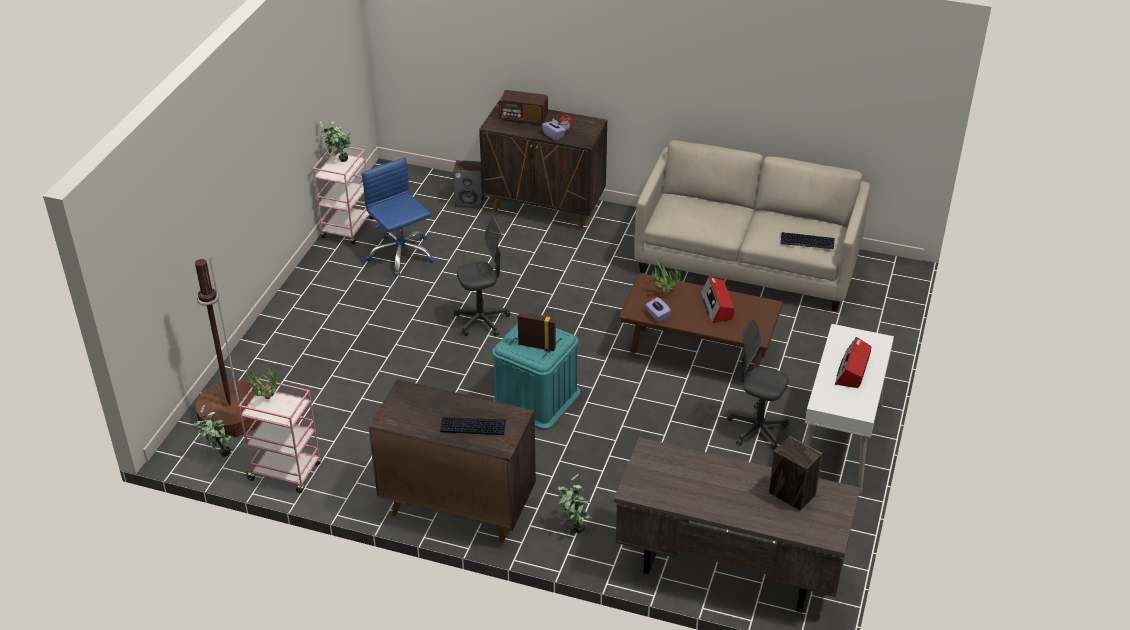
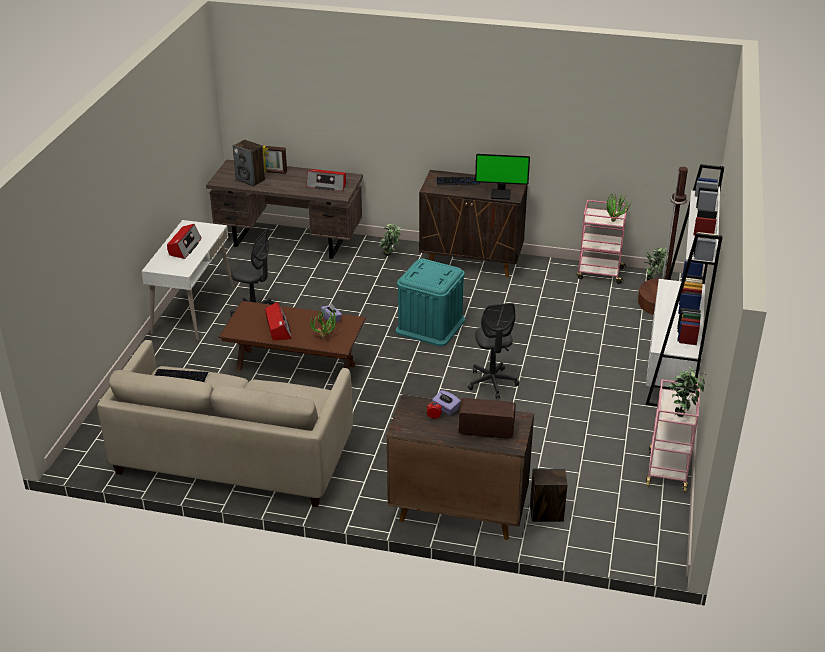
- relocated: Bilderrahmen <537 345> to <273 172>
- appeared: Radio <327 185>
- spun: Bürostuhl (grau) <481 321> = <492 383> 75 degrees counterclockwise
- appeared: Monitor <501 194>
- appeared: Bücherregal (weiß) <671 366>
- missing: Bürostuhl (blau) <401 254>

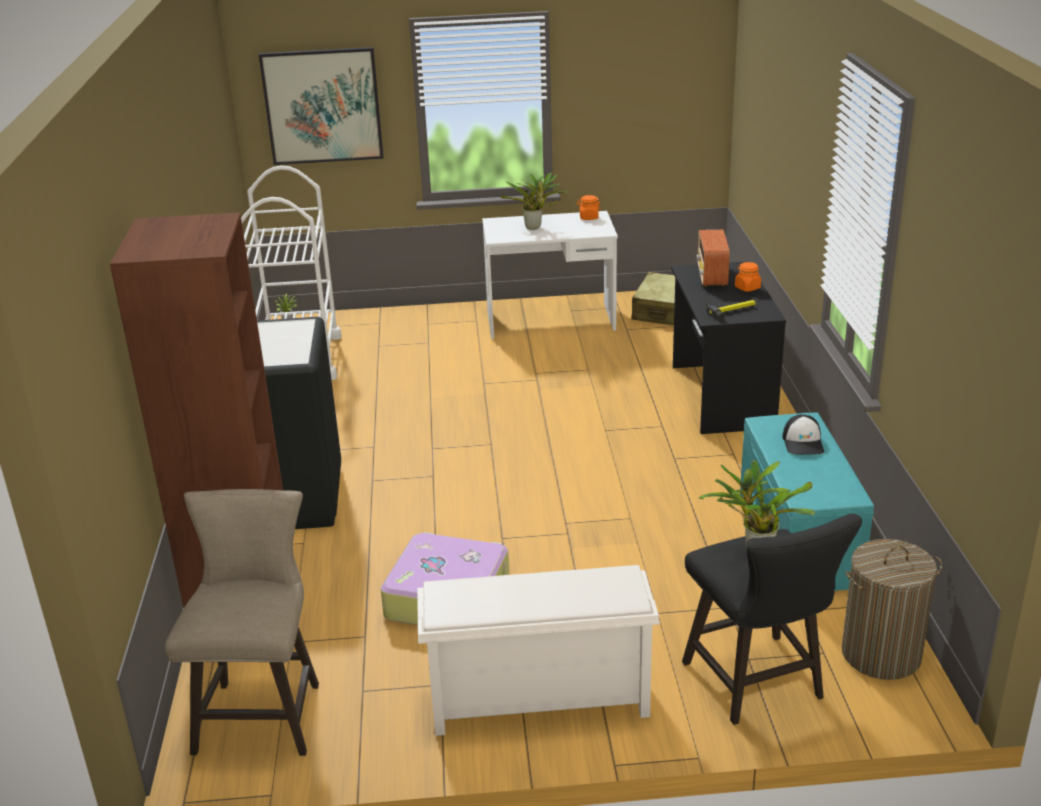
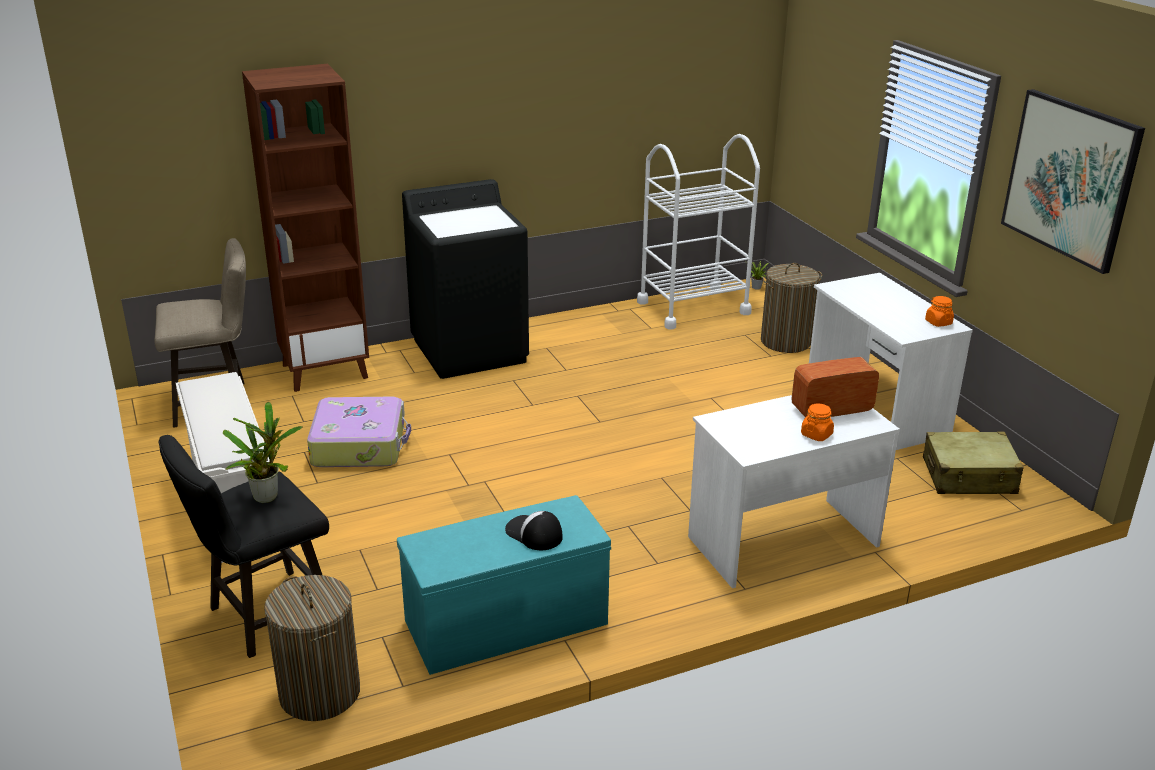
- spun: Kappe <803 443> = <533 534> 60 degrees clockwise
- colour: Schreibtisch (schwarz) <720 396> to Schreibtisch (weiß) <781 540>
- appeared: Wäschekorb <786 341>
- relocated: Bild <322 106> to <1070 179>
- missing: Topfpflanze <535 227>
- missing: Hammer <730 310>

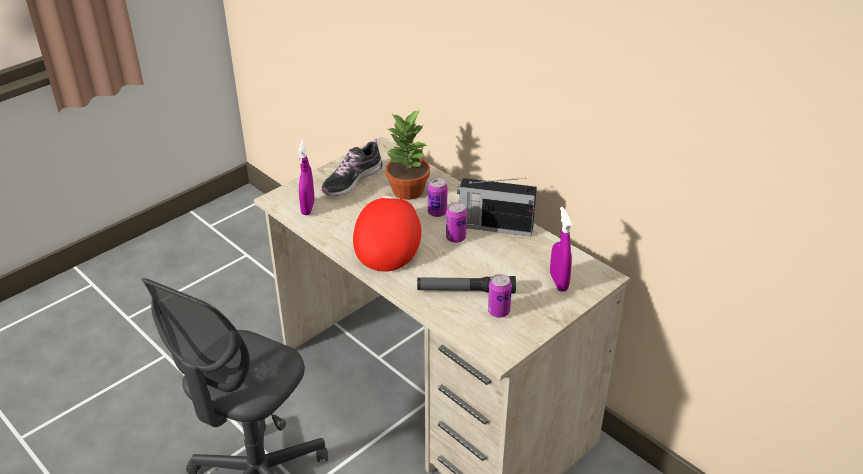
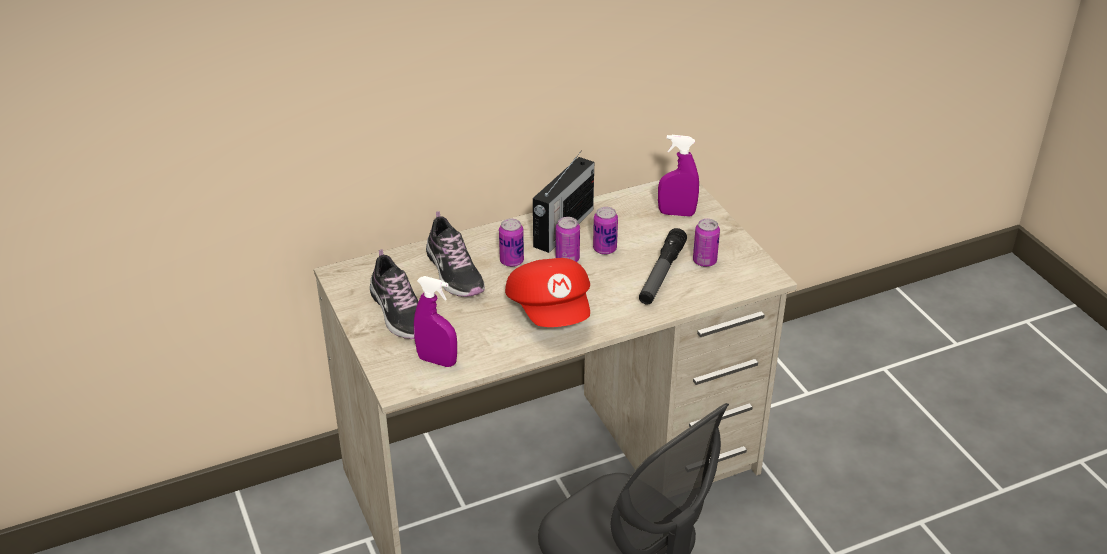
- exchanged: Topfpflanze <409 191> to Schuh <454 272>
- spun: Kappe (rot) <387 244> = <551 311> 135 degrees counterclockwise
- appeared: Dose <604 249>

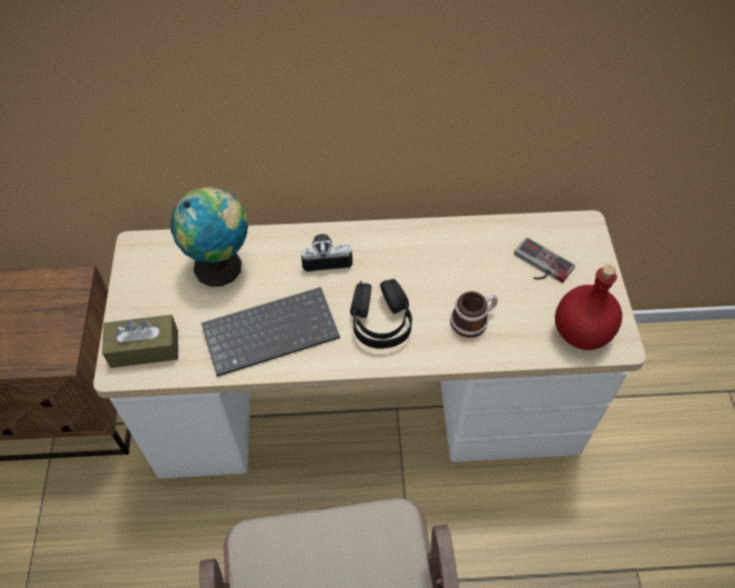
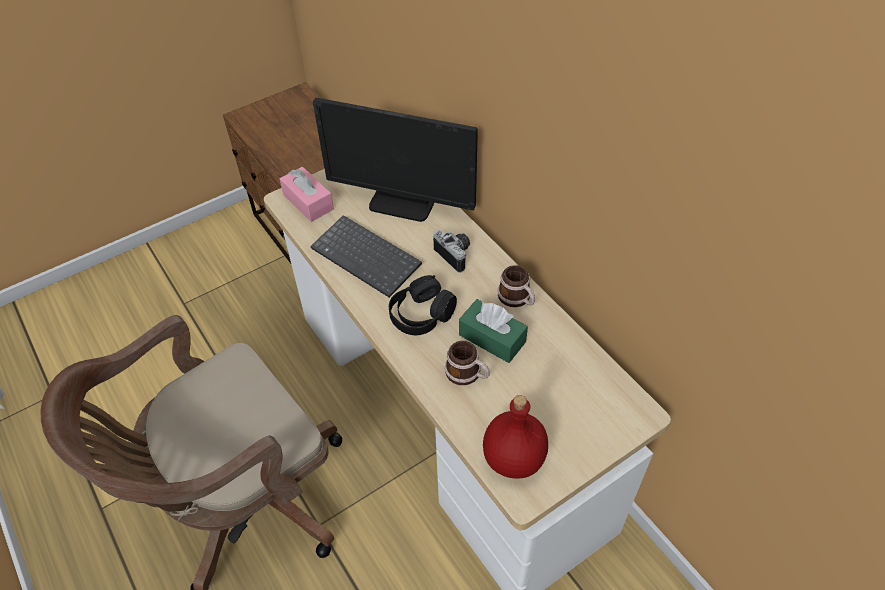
- colour: Taschentuchbox (braun) <144 348> to Taschentuchbox (rosa) <308 202>
- exchanged: Globus <221 266> to Monitor <402 203>
- appeared: Taschentuchbox (grün) <492 338>
- appeared: Henkelbecher <517 298>
- missing: Gamepad <540 265>

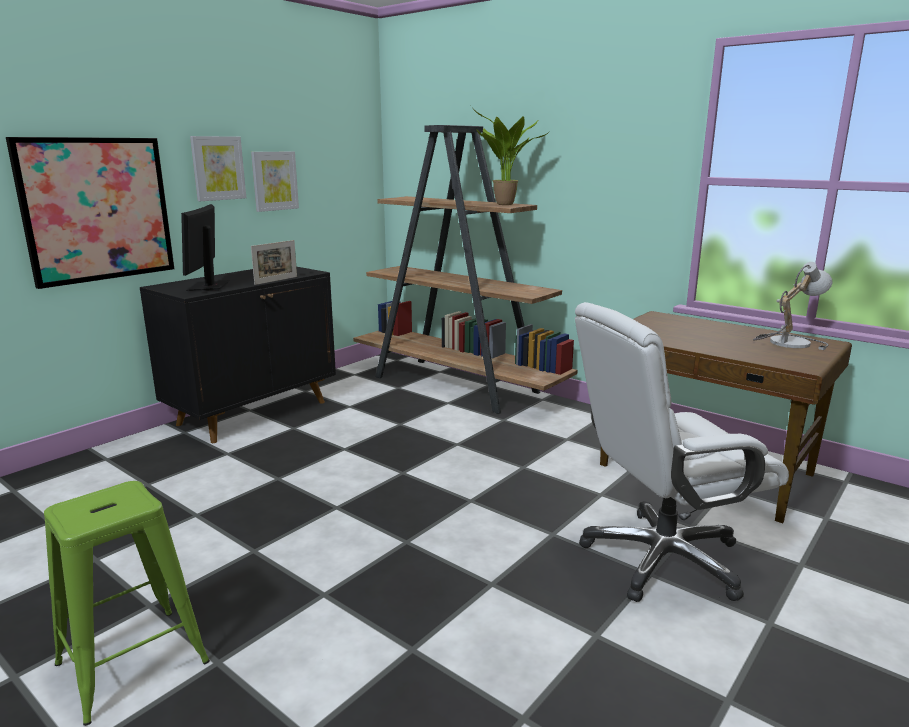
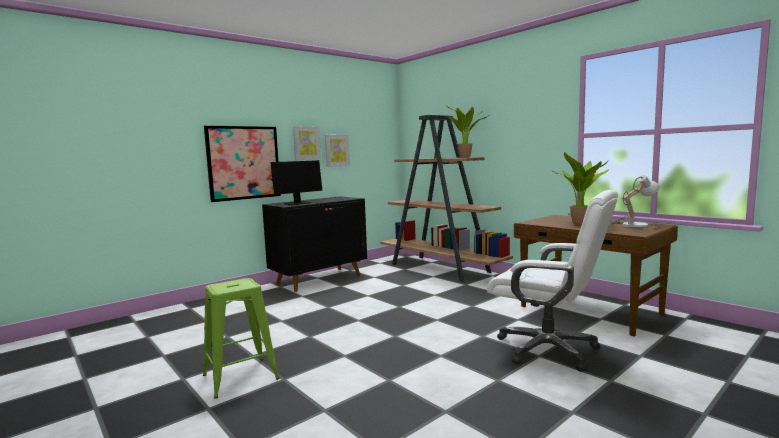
- spun: Monitor <208 286> = <297 203> 135 degrees counterclockwise
- spun: Bürostuhl (weiß) <661 559> = <548 349> 135 degrees counterclockwise
- appeared: Topfpflanze <581 224>
- missing: Bilderrahmen <276 280>

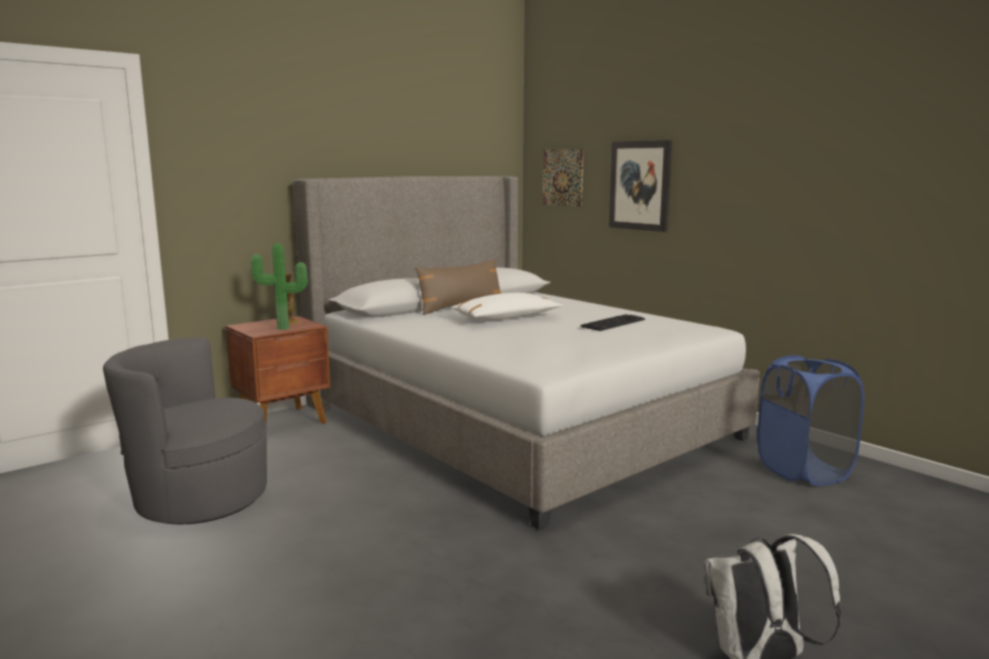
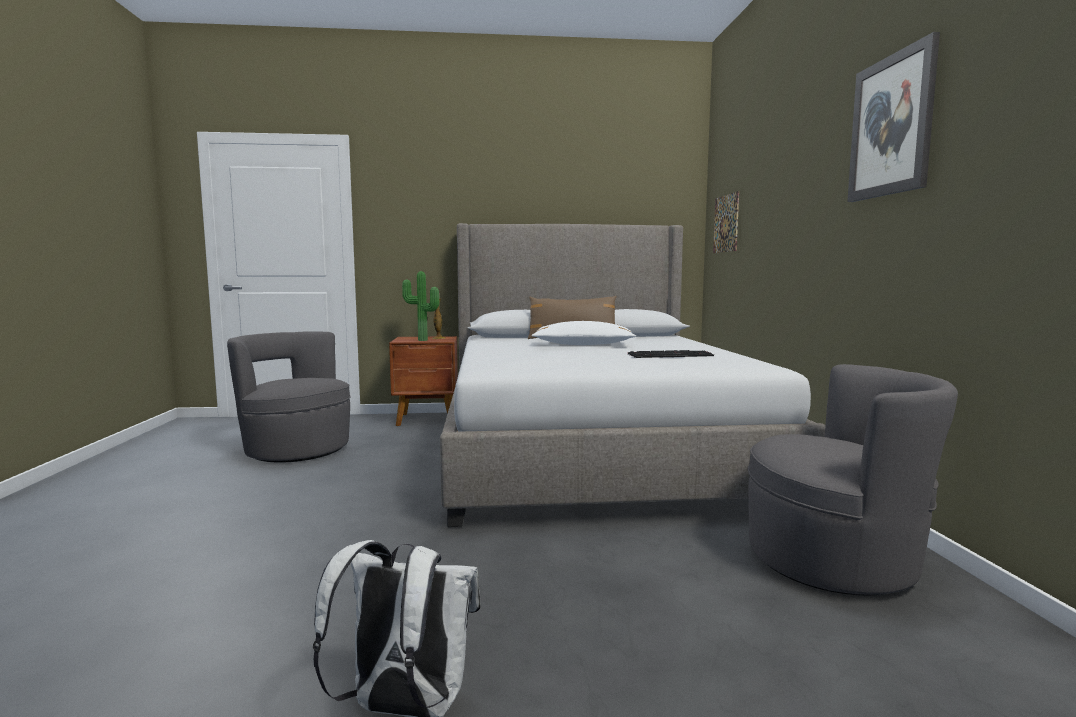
- exchanged: Wäschekorb (blau) <803 471> to Sessel (grau) <834 560>
- relocated: Bild <640 185> to <891 126>

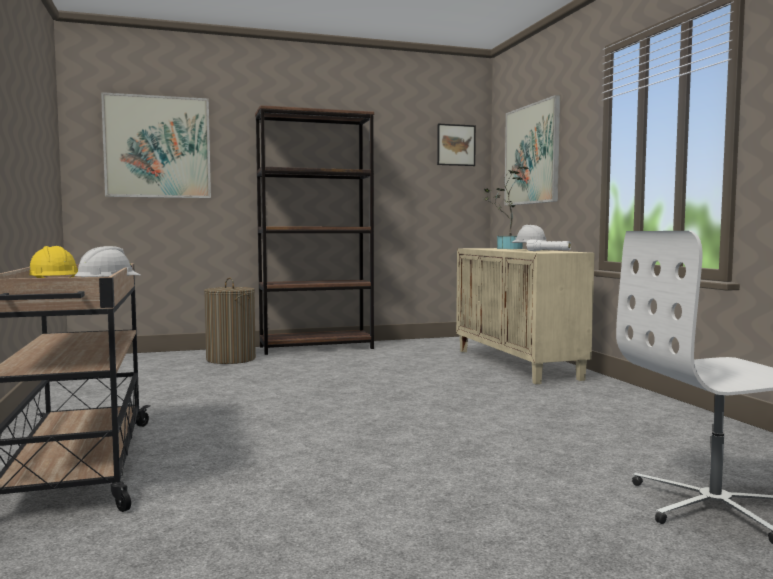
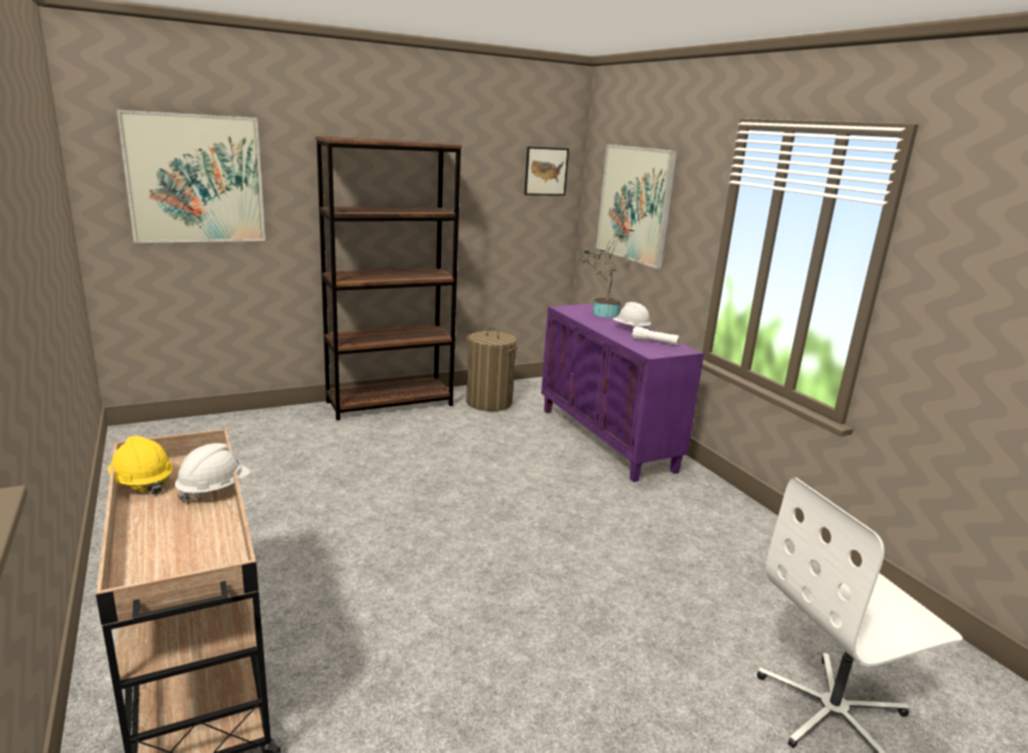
- relocated: Wäschekorb <231 359> to <489 402>
- colour: Schrank (beige) <517 364> to Schrank (lila) <607 439>

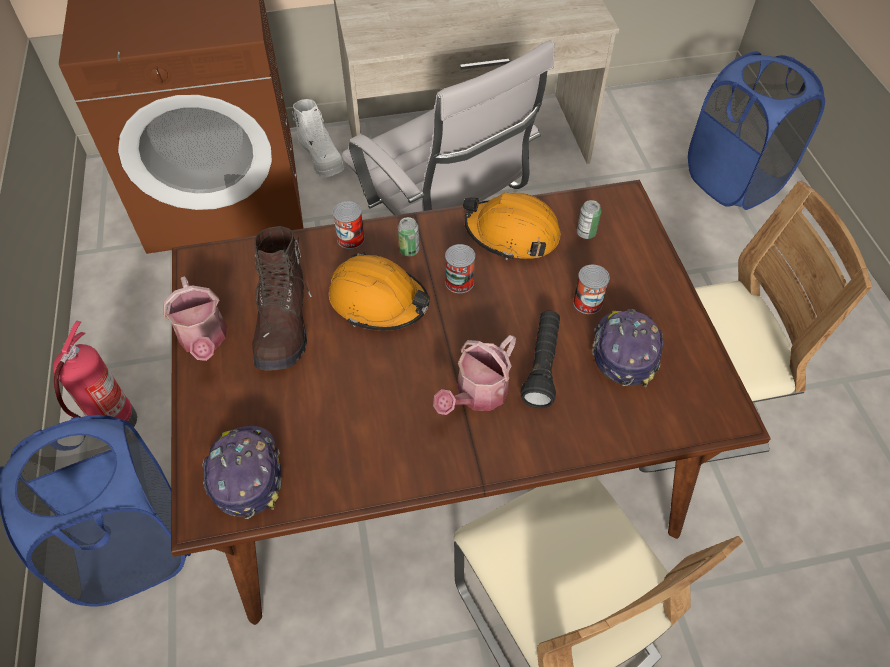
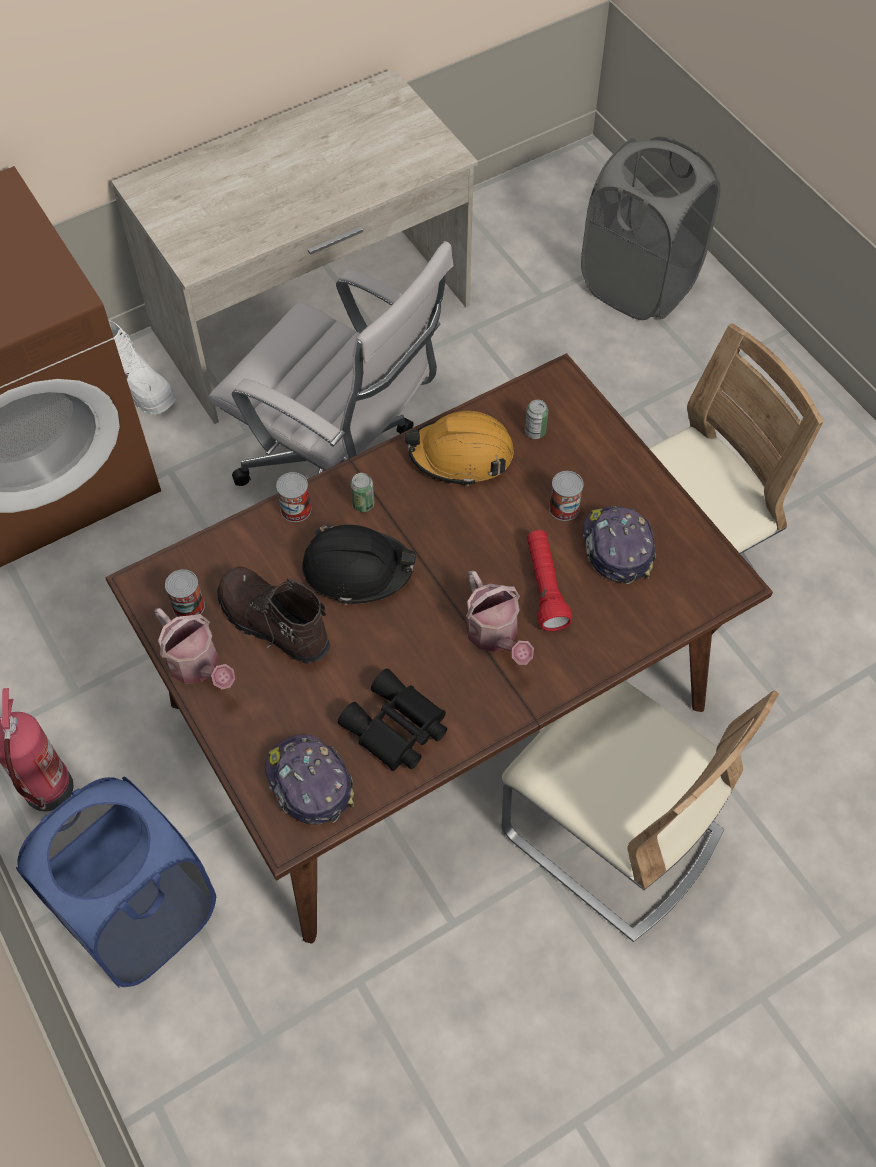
- relocated: Dose <459 282> to <188 606>
- spun: Stiefel (braun) <284 324> = <272 624> 150 degrees clockwise
- colour: Schutzhelm (orange) <379 301> to Schutzhelm (schwarz) <357 570>
- appeared: Fernglas (schwarz) <395 729>
- spun: Gießkanne <477 395> = <495 636> 45 degrees counterclockwise
- colour: Taschenlampe (schwarz) <542 365> to Taschenlampe (rot) <545 587>
- colour: Wäschekorb (blau) <733 181> to Wäschekorb (grau) <639 284>

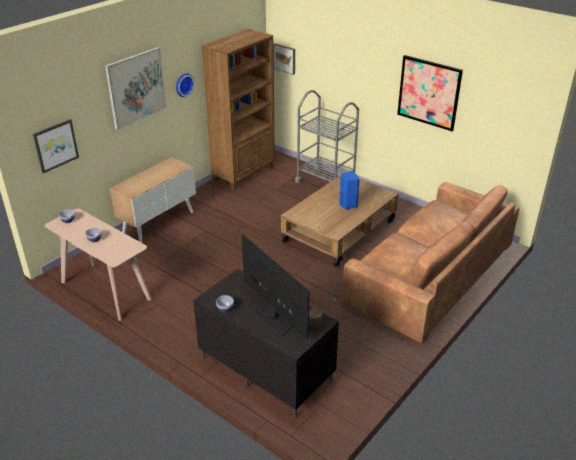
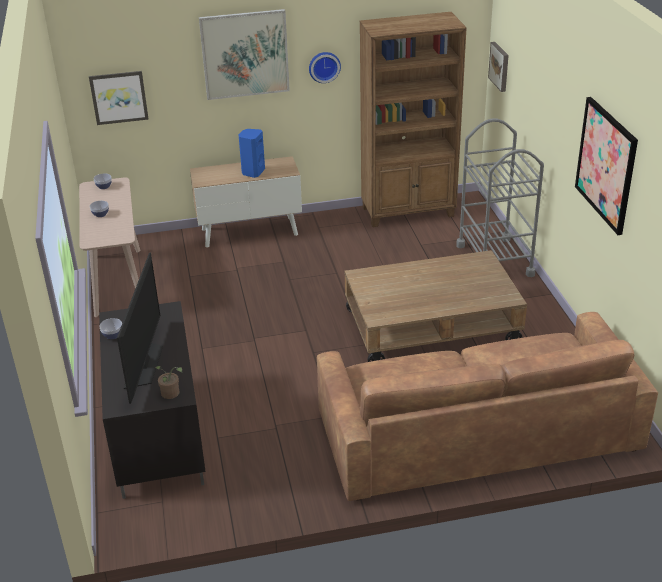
- relocated: Lautsprecher (blau) <347 204> to <252 172>

